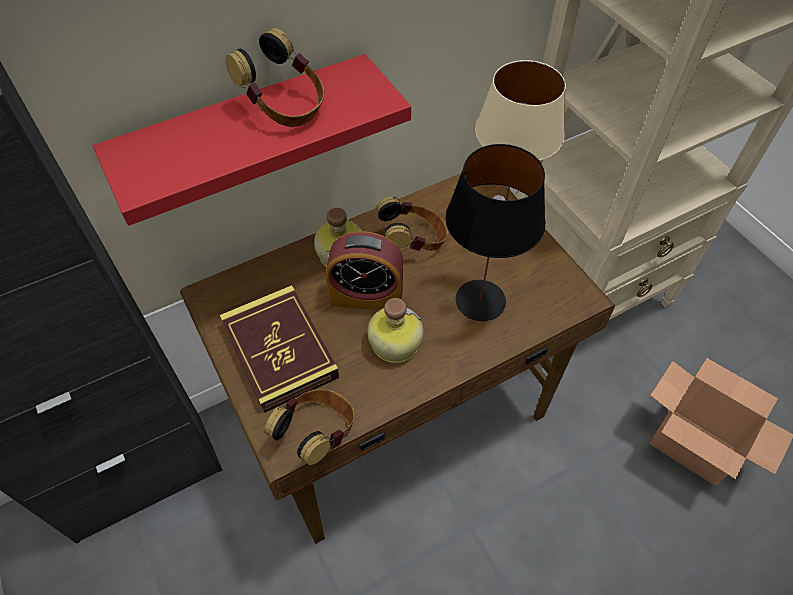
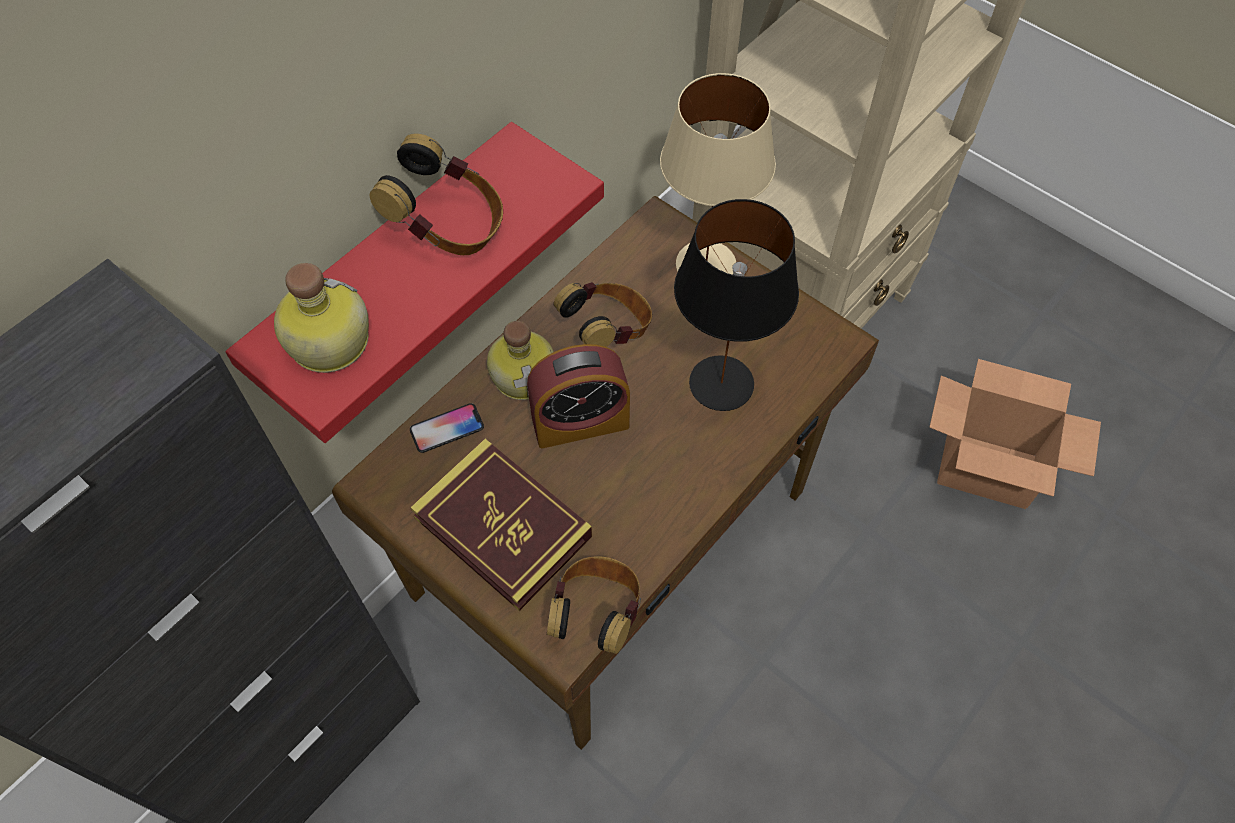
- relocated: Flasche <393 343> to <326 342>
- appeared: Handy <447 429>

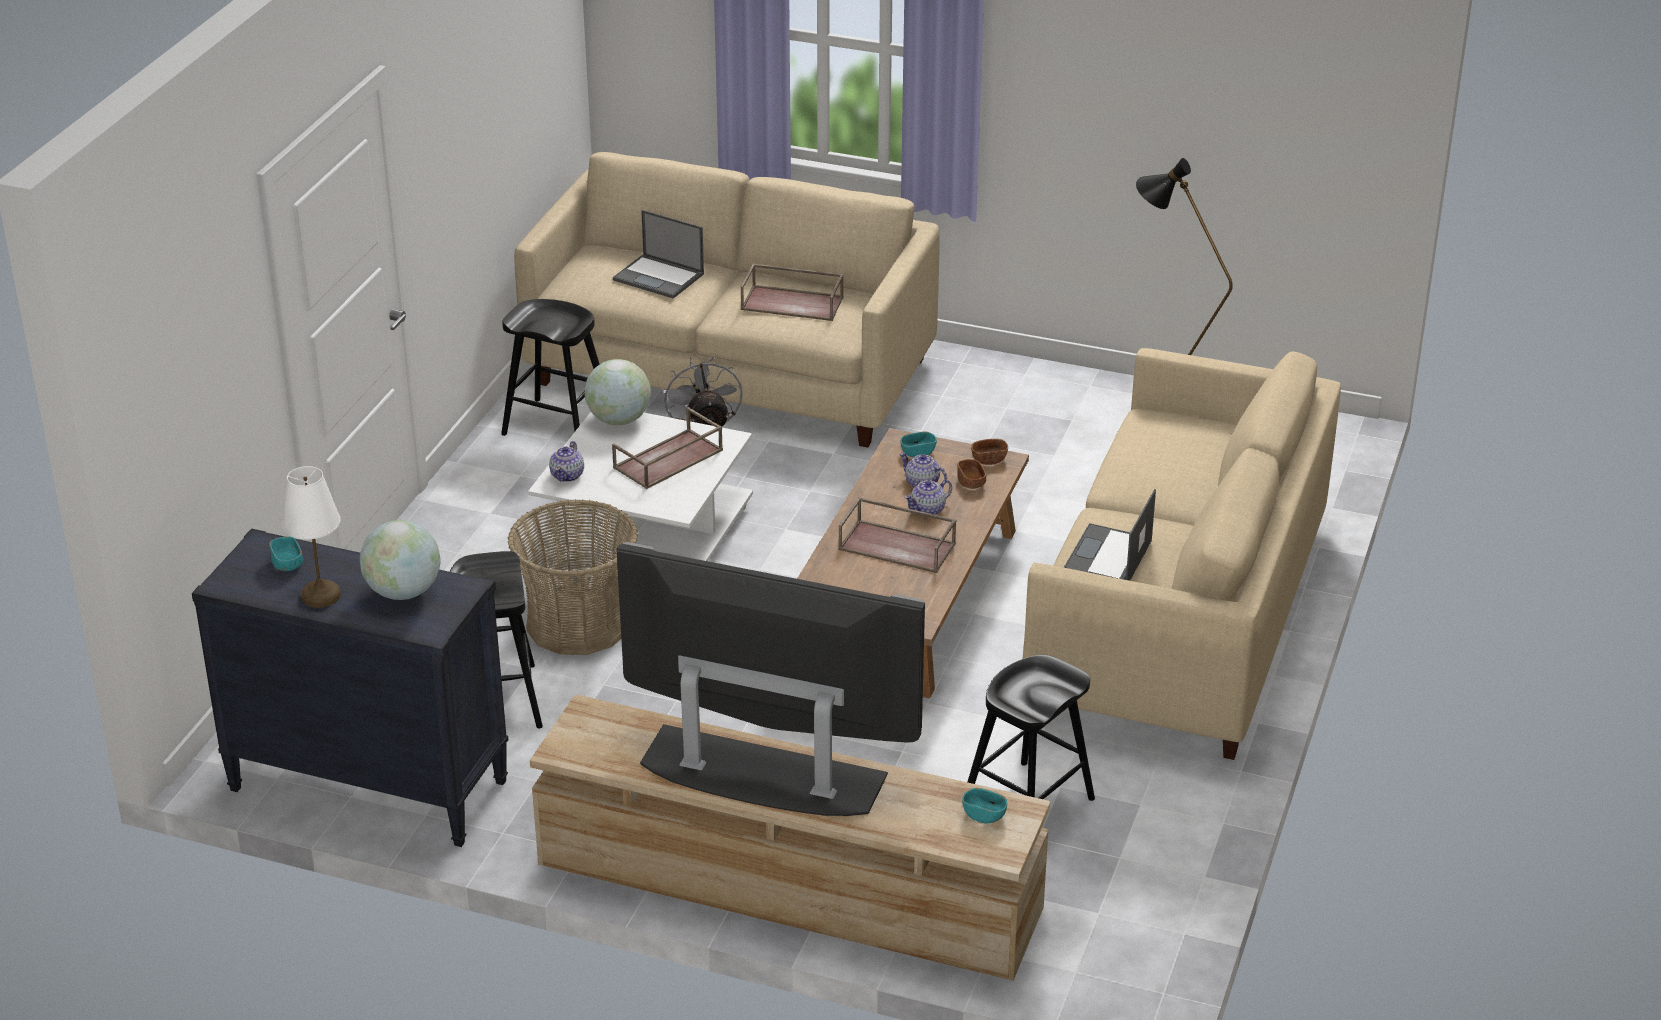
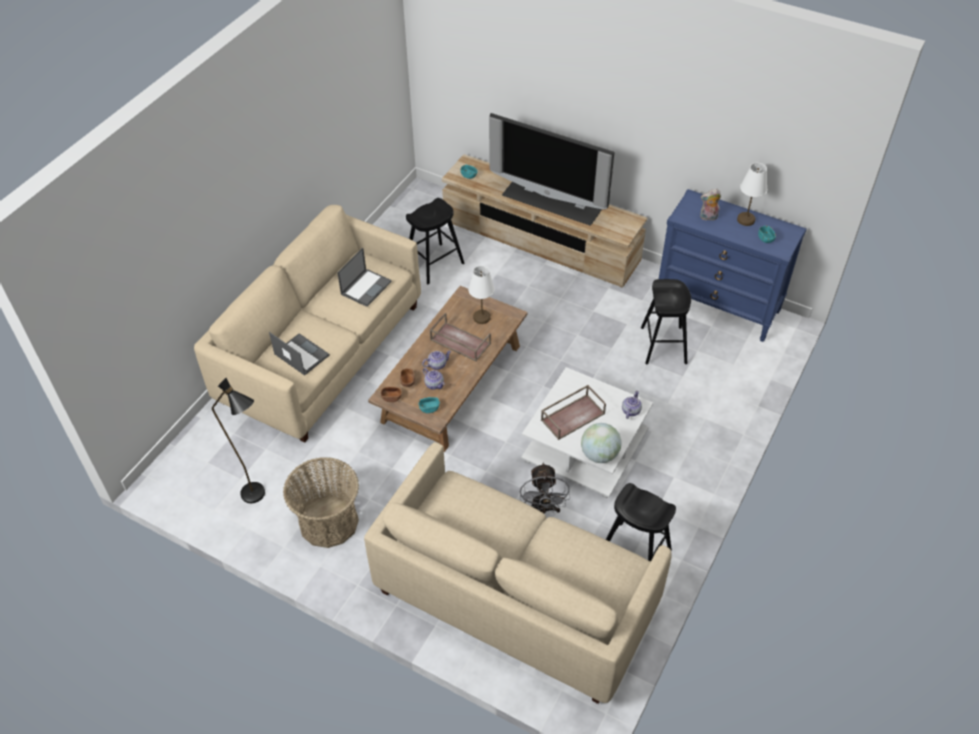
- relocated: Laptop <659 277> to <301 354>
- relocated: Korb <578 623> to <328 522>
- appeared: Tischlampe (weiß) <482 318>
- colour: Kommode (schwarz) <367 786> to Kommode (blau) <718 306>
- exchanged: Globus <403 592> to Plüschtier <708 217>
- missing: Tablett (braun) <793 303>

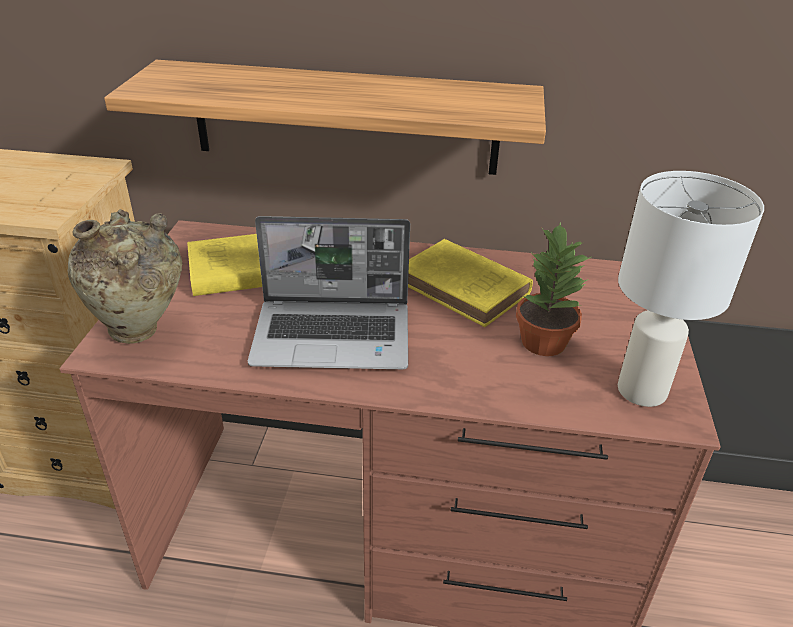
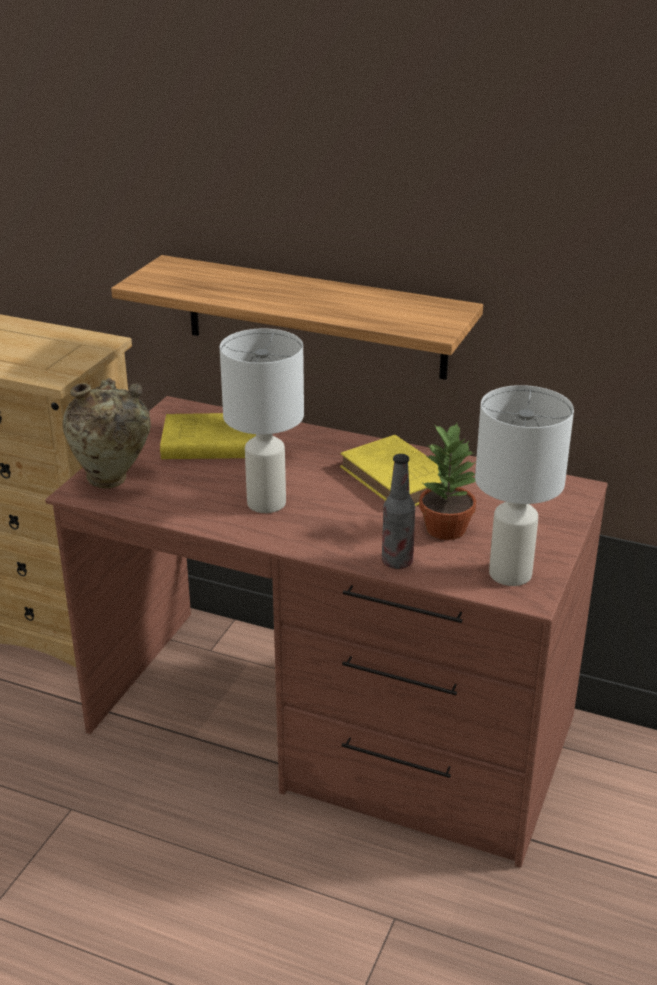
- exchanged: Laptop <334 336> to Tischlampe (weiß) <267 502>
- appeared: Flasche <397 562>

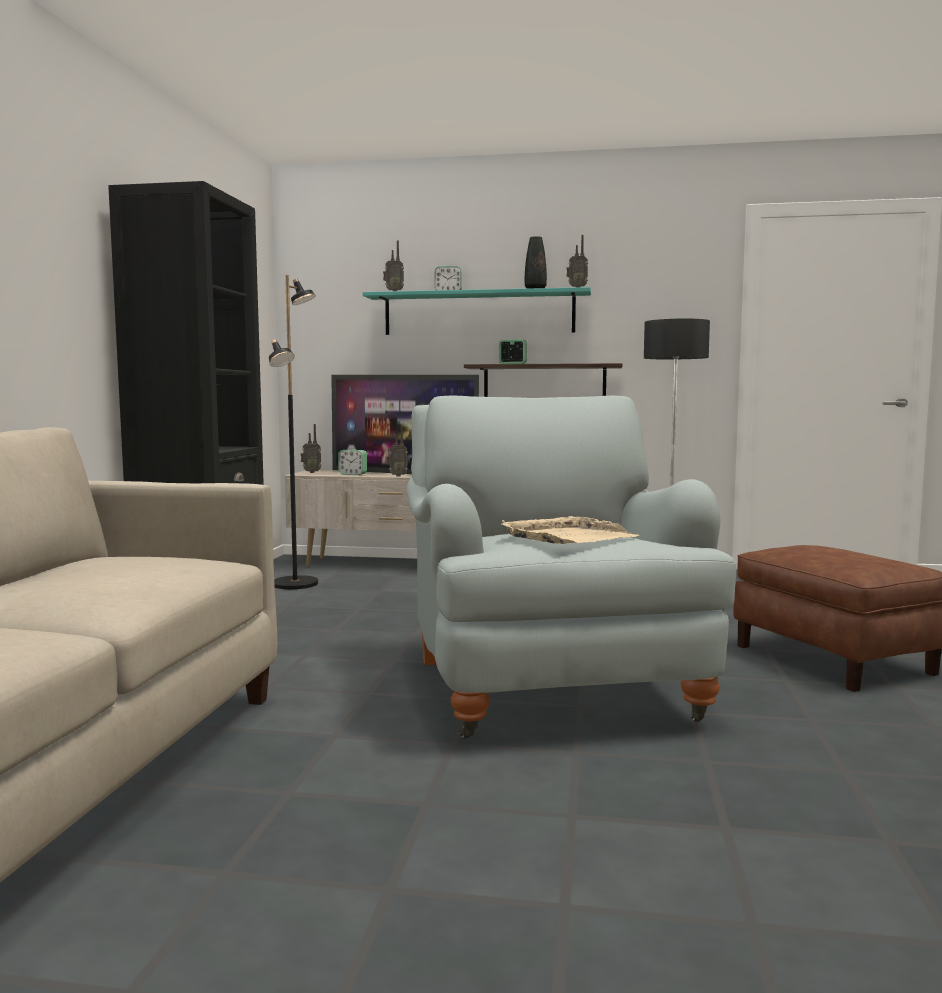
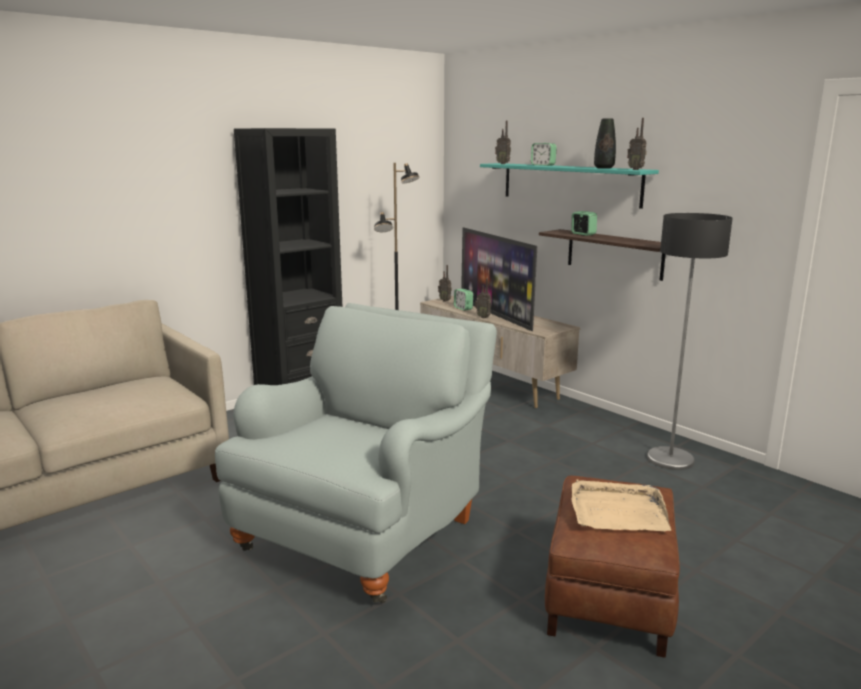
- relocated: Tablett (beige) <568 537> to <617 511>

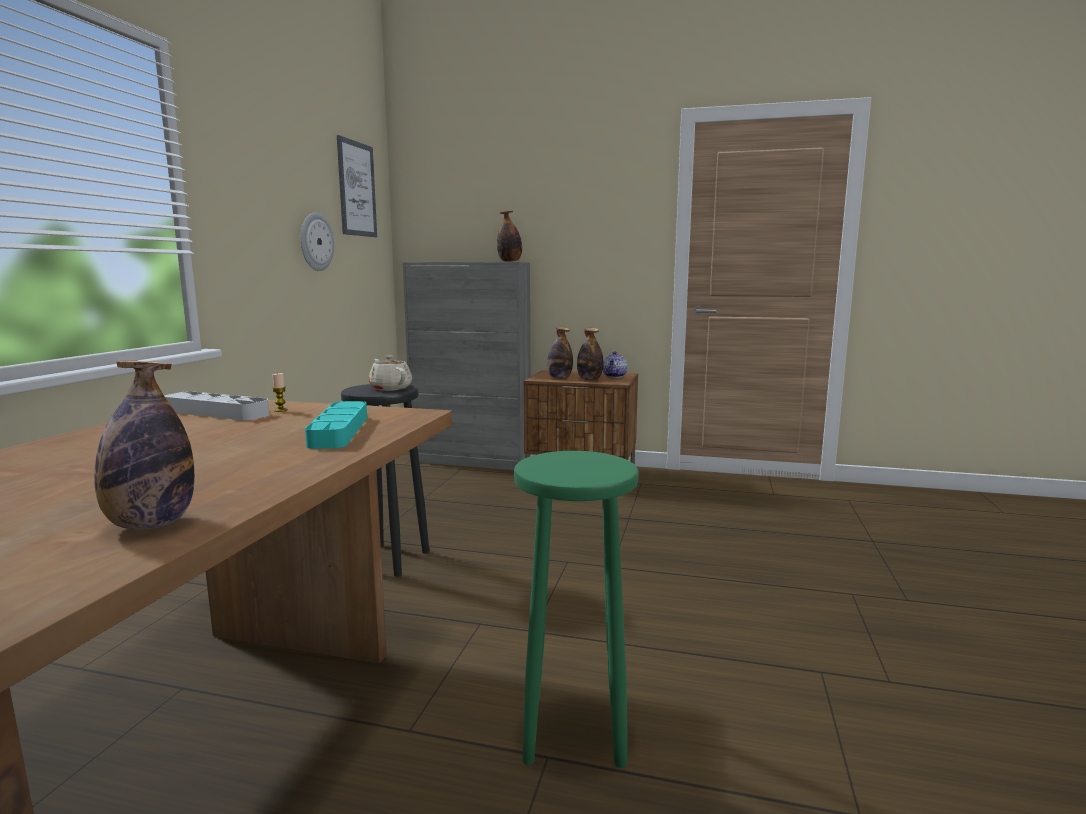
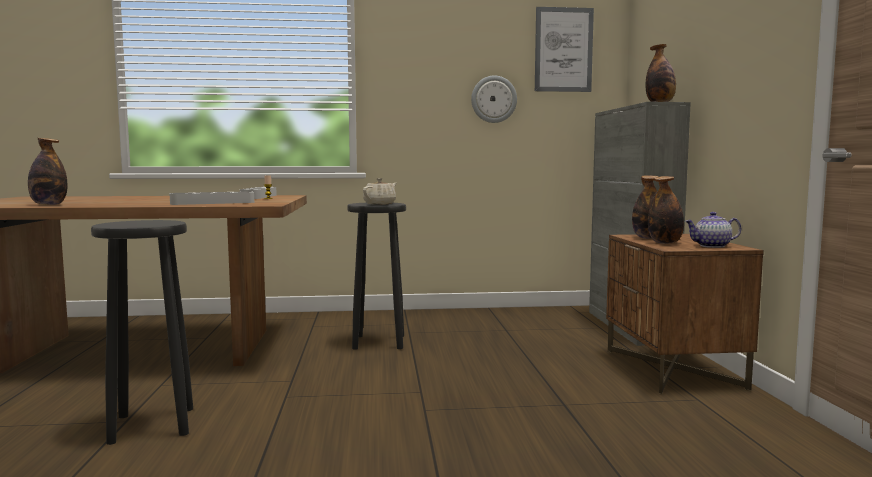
- colour: Hocker (grün) <574 731> to Hocker (schwarz) <151 425>
- colour: Tablett (türkis) <339 431> to Tablett (grau) <213 203>

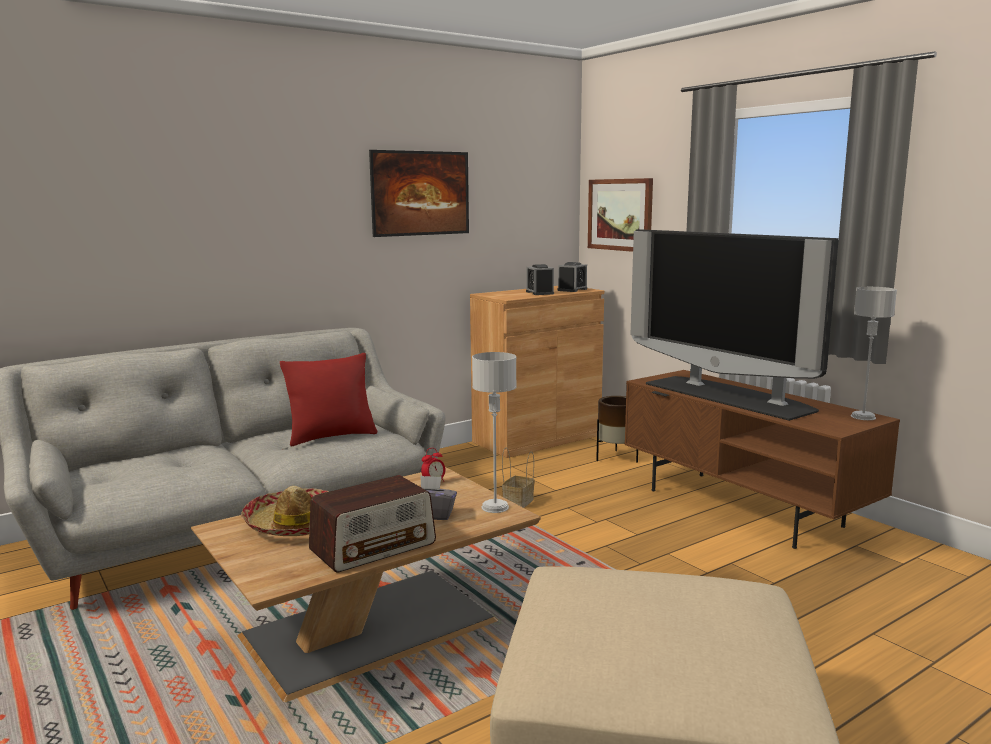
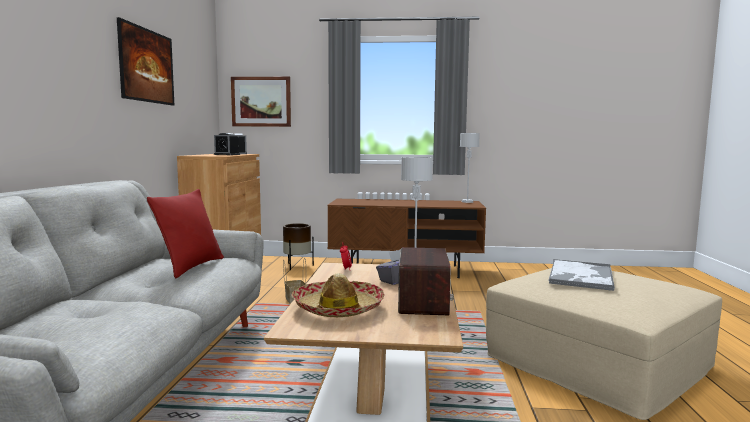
- appeared: Tablett <581 276>
- missing: Fernseher <729 396>

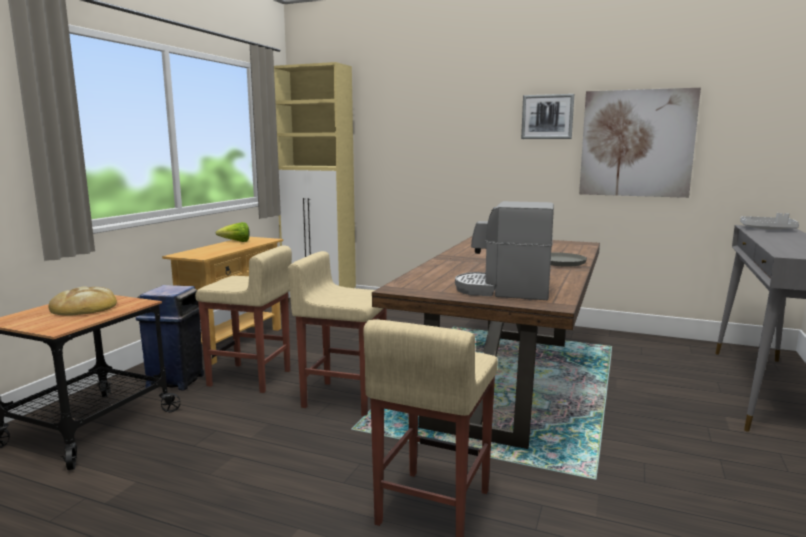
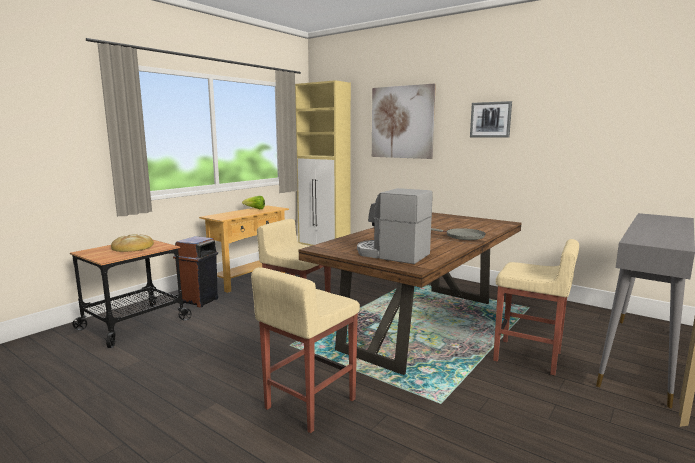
- colour: Mülleimer (blau) <176 381> to Mülleimer (braun) <199 301>
- relocated: Bild <636 143> to <402 122>
- relocated: Hocker (beige) <250 378> to <528 357>
- missing: Tablett (grau) <768 229>

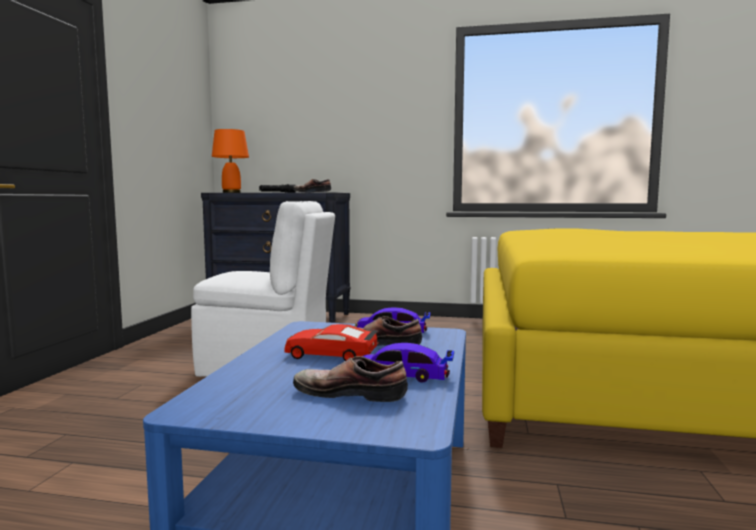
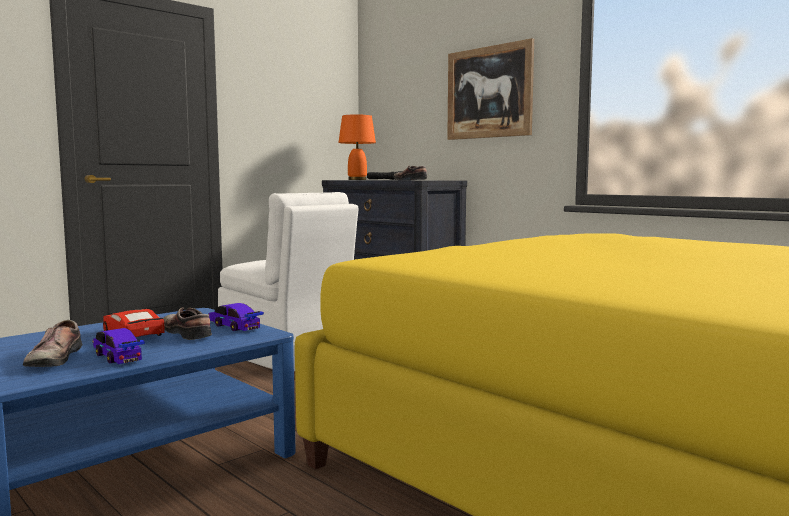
- spun: Schuh <351 392> = <52 359> 150 degrees counterclockwise
- appeared: Bild <489 92>

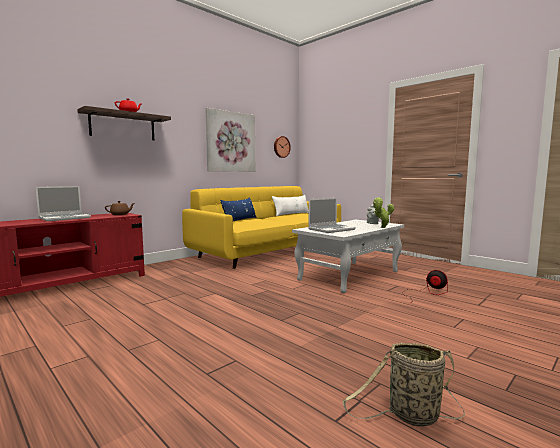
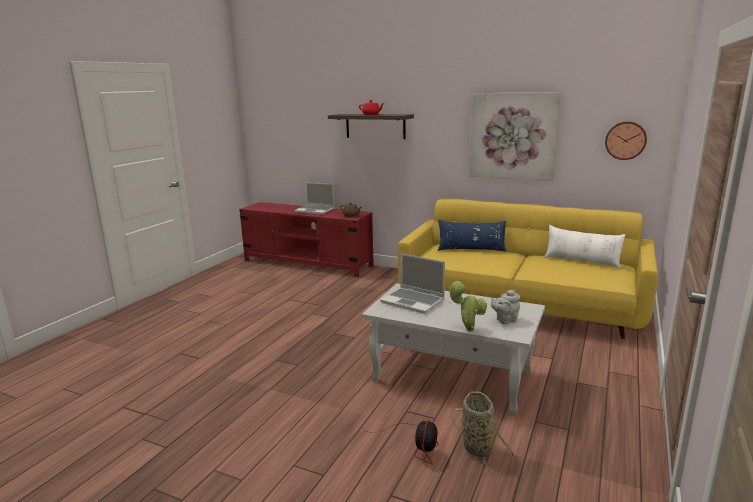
- relocated: Korb <410 416> to <476 446>

